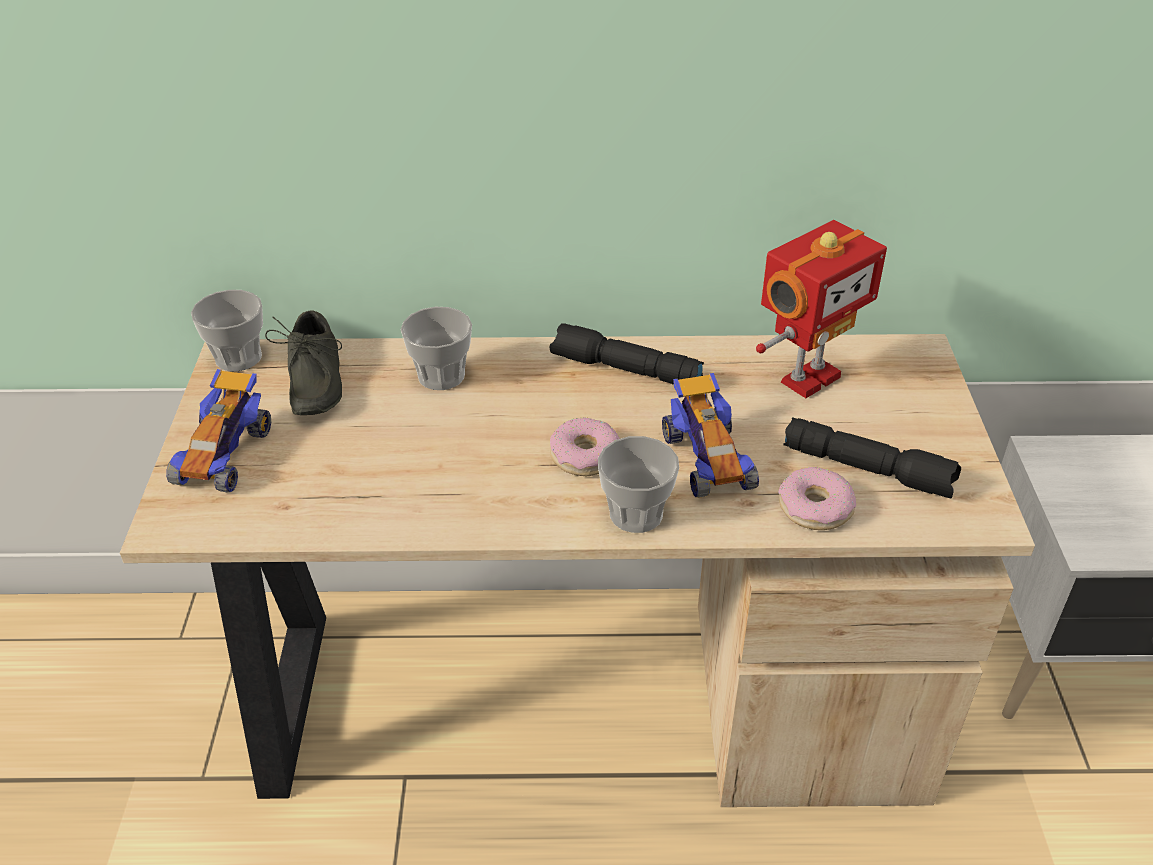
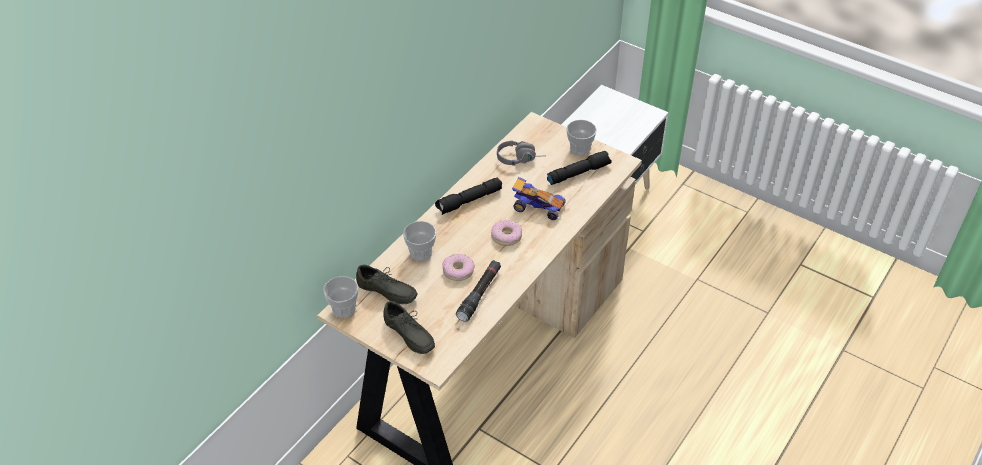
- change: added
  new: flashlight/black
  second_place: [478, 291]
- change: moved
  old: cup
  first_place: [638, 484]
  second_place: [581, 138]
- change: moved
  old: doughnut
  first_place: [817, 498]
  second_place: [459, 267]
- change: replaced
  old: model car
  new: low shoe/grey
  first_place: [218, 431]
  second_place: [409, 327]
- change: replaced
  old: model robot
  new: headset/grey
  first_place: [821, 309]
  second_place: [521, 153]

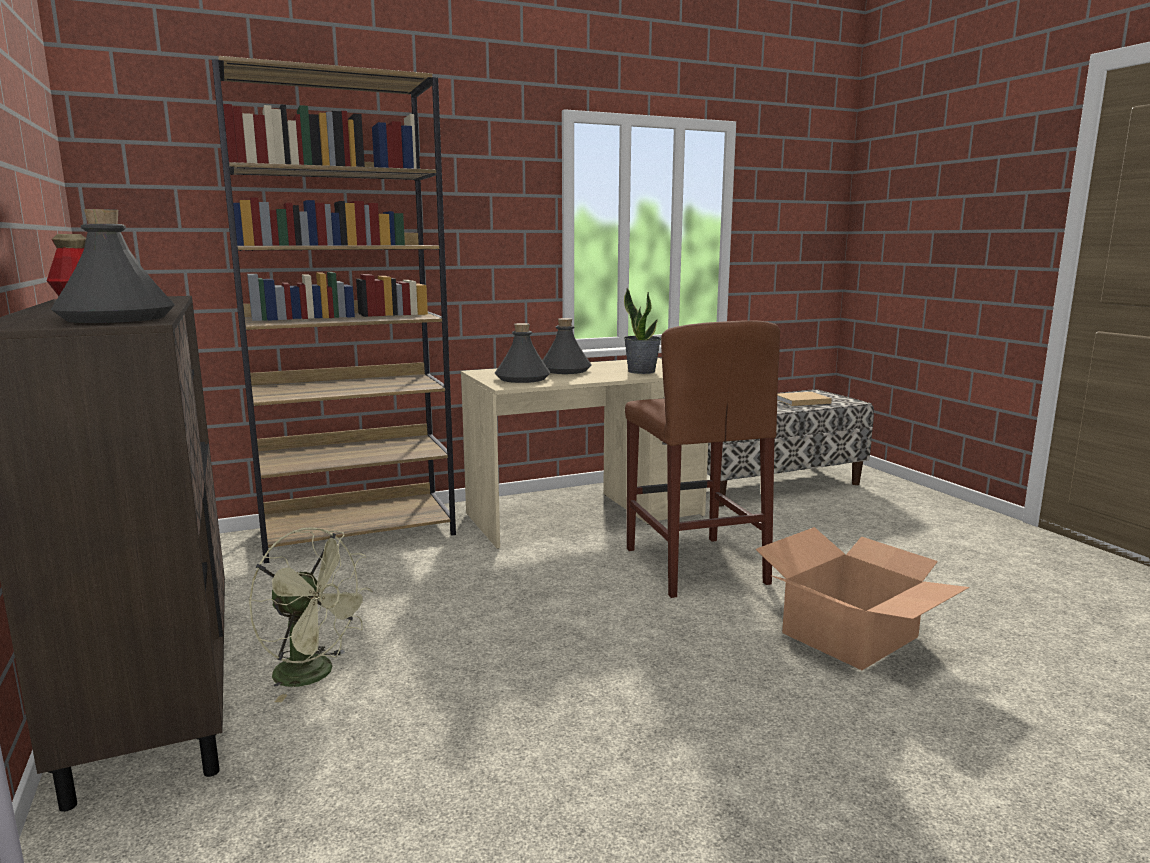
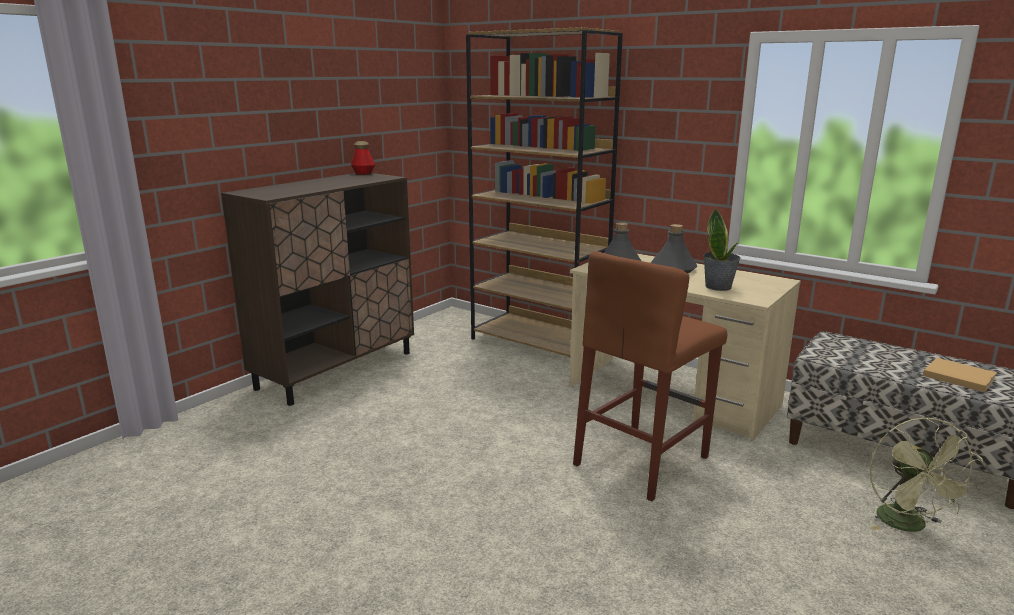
- change: removed
  old: drink bottle/grey
  first_place: [112, 266]
- change: removed
  old: carton
  first_place: [862, 598]
- change: moved
  old: cooling fan/green-coloured
  first_place: [311, 614]
  second_place: [926, 474]

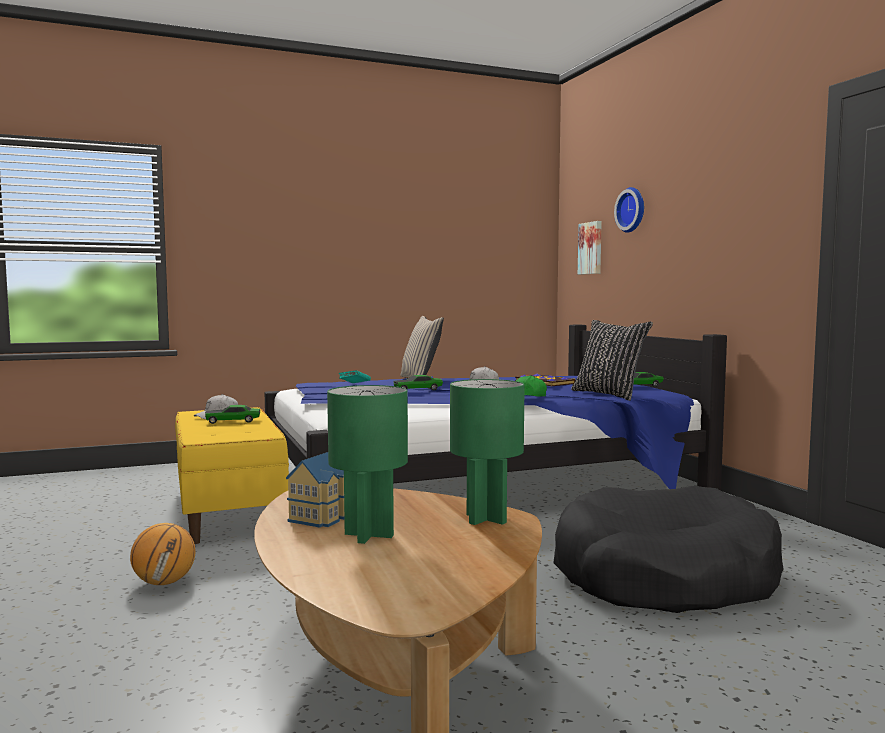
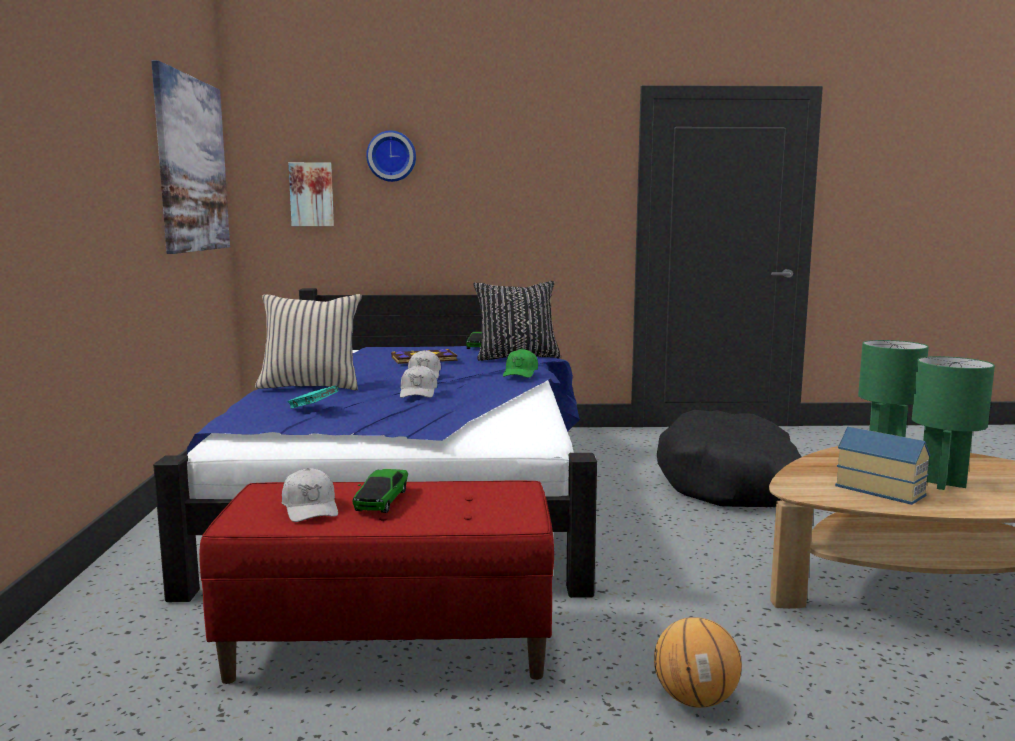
- change: added
  new: wall art
  second_place: [190, 157]
- change: replaced
  old: model car
  new: cap/white
  first_place: [418, 382]
  second_place: [418, 381]
- change: recoloured
  old: indoor bench/yellow-coloured
  new: indoor bench/reddish
  first_place: [232, 475]
  second_place: [376, 582]

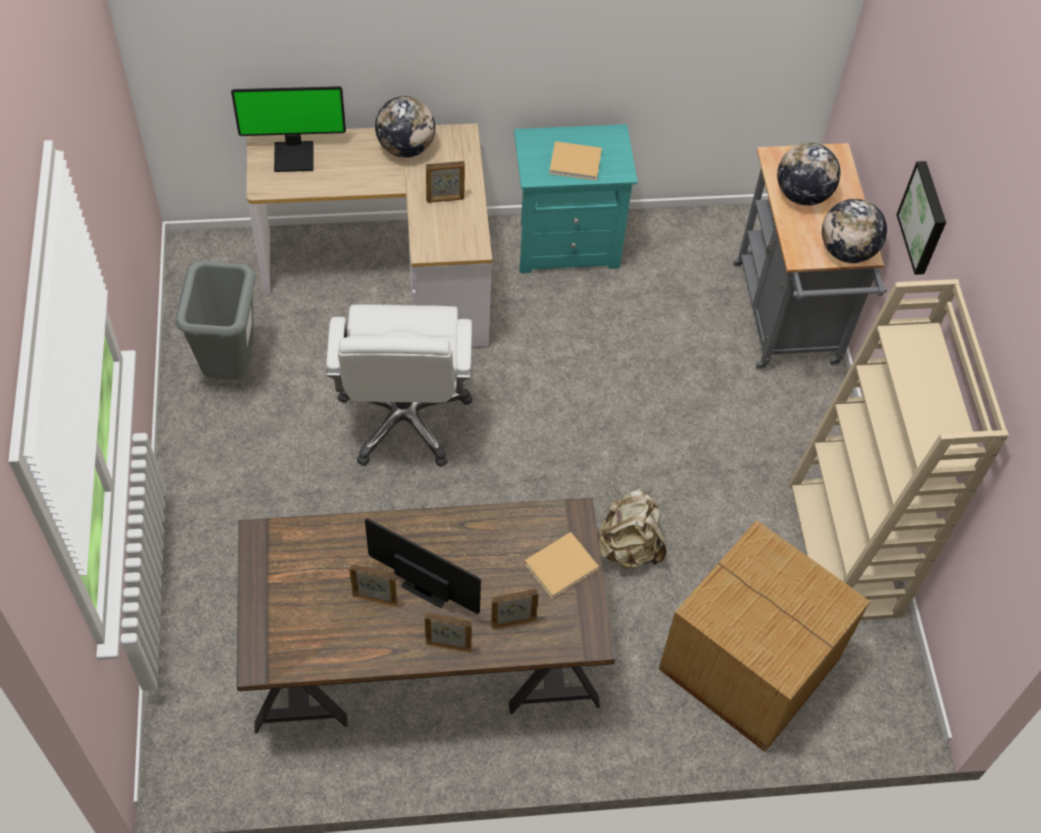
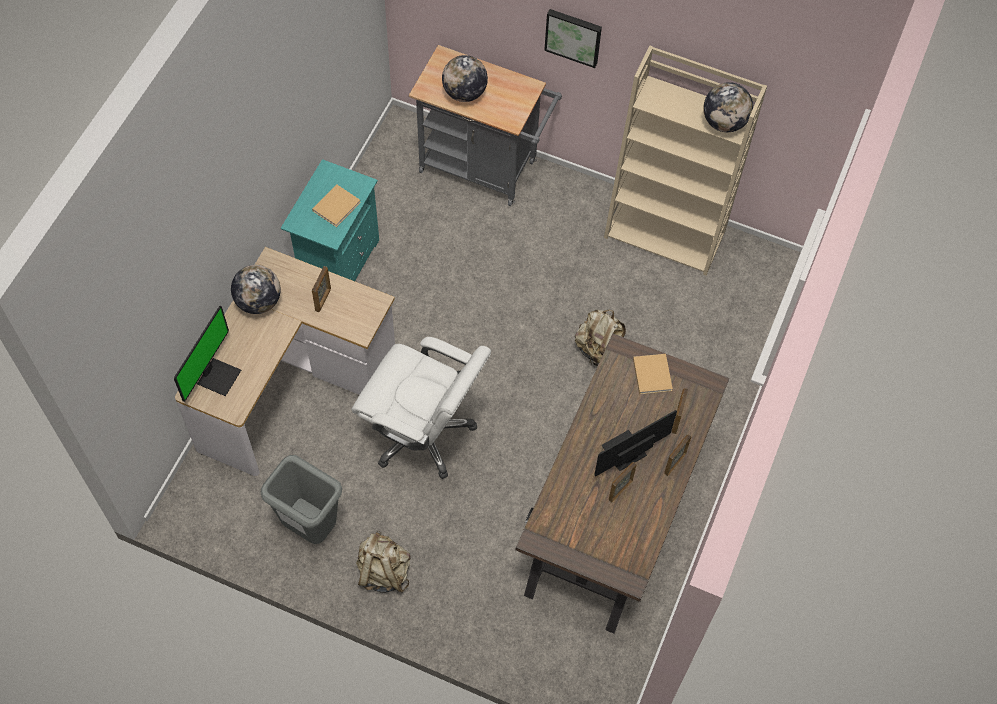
- change: removed
  old: carton
  first_place: [764, 636]
- change: added
  new: knapsack/beige-coloured
  second_place: [383, 562]
- change: moved
  old: globe
  first_place: [854, 231]
  second_place: [728, 107]

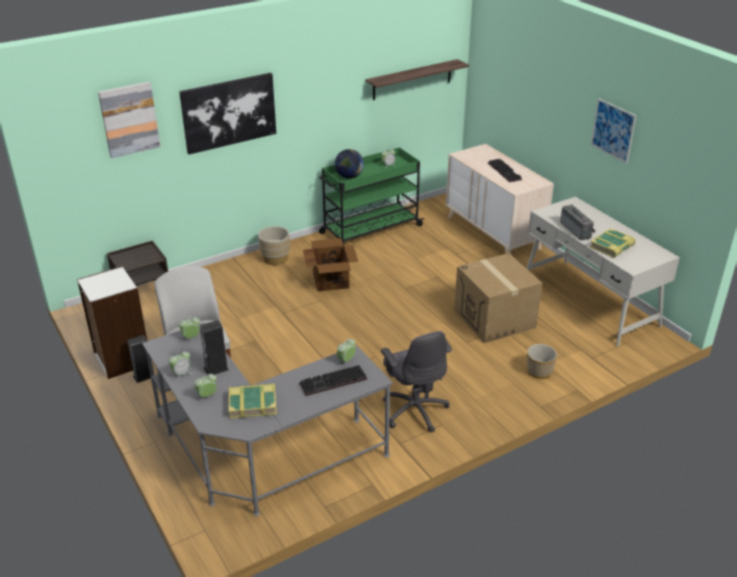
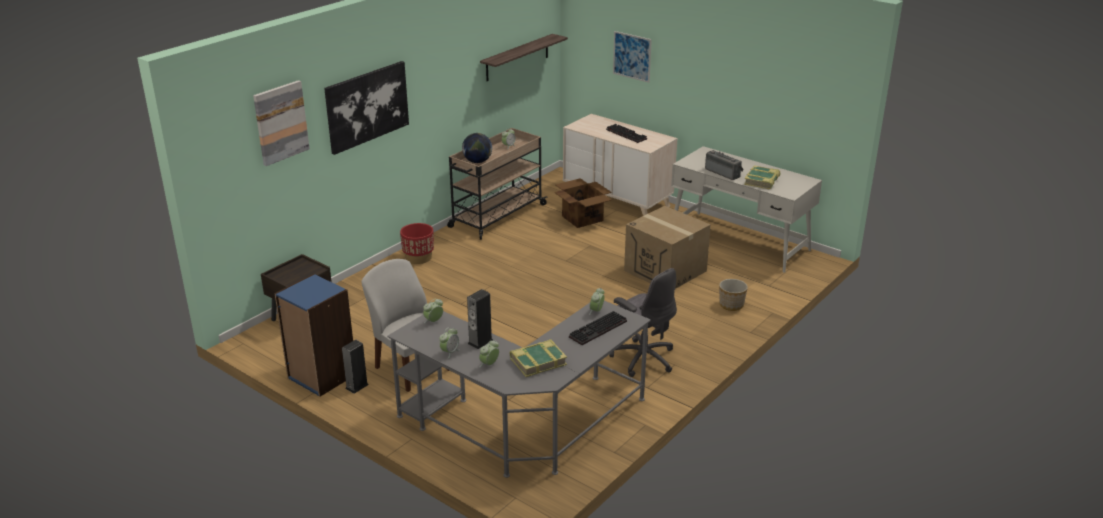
- change: moved
  old: carton
  first_place: [330, 264]
  second_place: [583, 203]
- change: moved
  old: wall art
  first_place: [614, 131]
  second_place: [632, 57]
- change: recoloured
  old: shelving unit/white
  new: shelving unit/blue
  first_place: [112, 322]
  second_place: [313, 335]
- change: recoloured
  old: plant pot/beige-coloured
  new: plant pot/reddish
  first_place: [274, 245]
  second_place: [417, 243]
- change: recoloured
  old: wheeled cart/green-coloured
  new: wheeled cart/beige-coloured
  first_place: [371, 196]
  second_place: [497, 184]

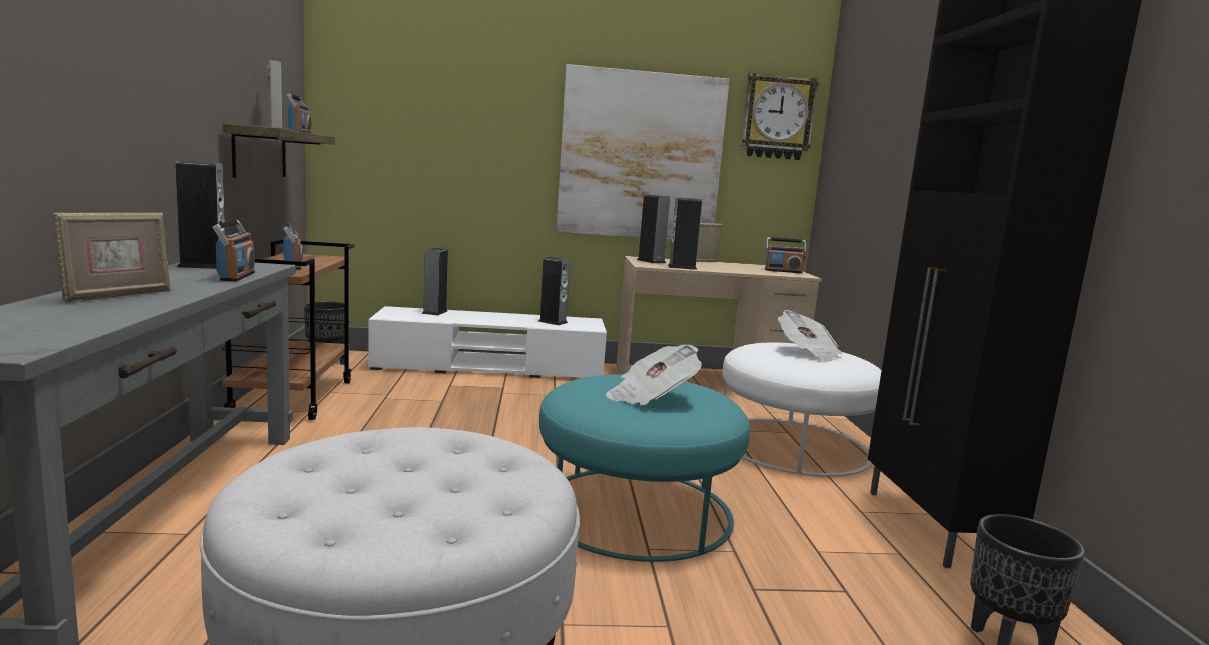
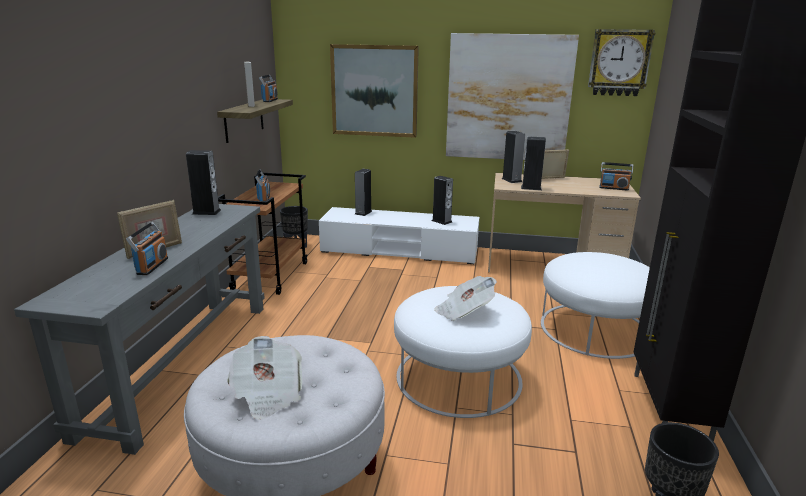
- change: added
  new: wall art
  second_place: [374, 91]
- change: moved
  old: radio receiver
  first_place: [233, 250]
  second_place: [147, 248]
- change: moved
  old: printed paper
  first_place: [810, 336]
  second_place: [264, 378]
- change: recoloured
  old: ottoman/blue-green
  new: ottoman/white
  first_place: [644, 468]
  second_place: [463, 352]

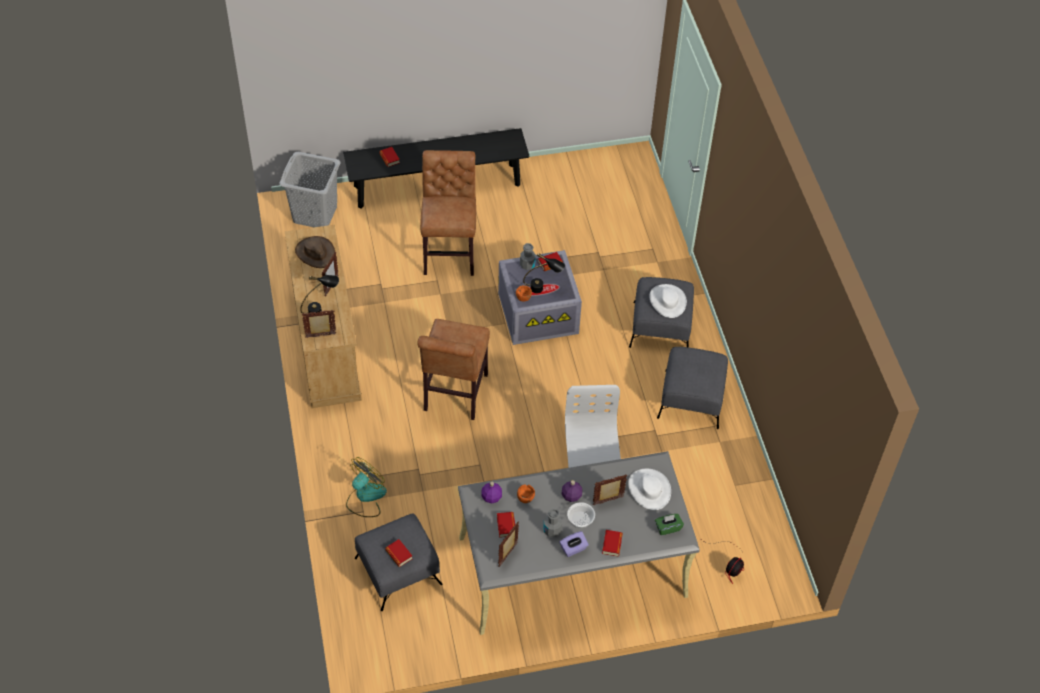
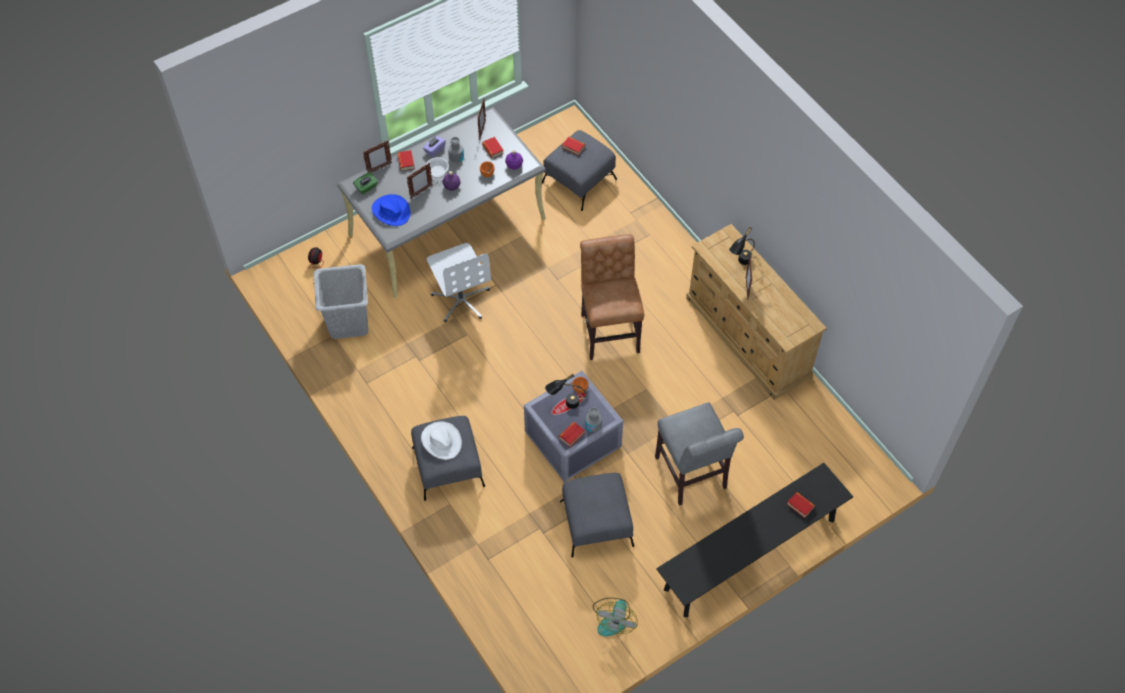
- change: removed
  old: hat/brownish
  first_place: [315, 252]
- change: moved
  old: washing basket/grey
  first_place: [310, 189]
  second_place: [341, 301]
- change: moved
  old: standing frame
  first_place: [319, 324]
  second_place: [377, 156]
- change: moved
  old: cooling fan
  first_place: [366, 487]
  second_place: [615, 617]
- change: moved
  old: ottoman/grey
  first_place: [692, 388]
  second_place: [597, 515]
- change: recoloured
  old: plain chair/brownish
  new: plain chair/grey
  first_place: [448, 213]
  second_place: [699, 454]
- change: recoloured
  old: hat/white
  new: hat/blue
  first_place: [649, 489]
  second_place: [391, 210]

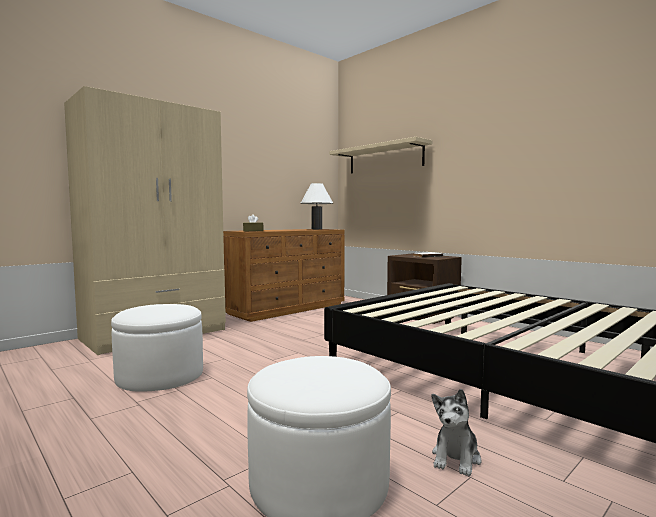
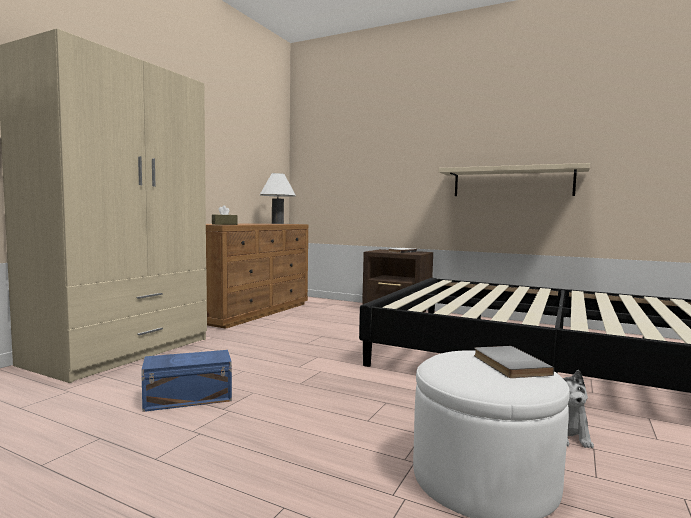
- change: added
  new: volume/grey
  second_place: [514, 362]
- change: moved
  old: shelf/beige-coloured
  first_place: [380, 155]
  second_place: [514, 179]
- change: replaced
  old: ottoman/white
  new: storage container/blue
  first_place: [157, 348]
  second_place: [186, 381]

